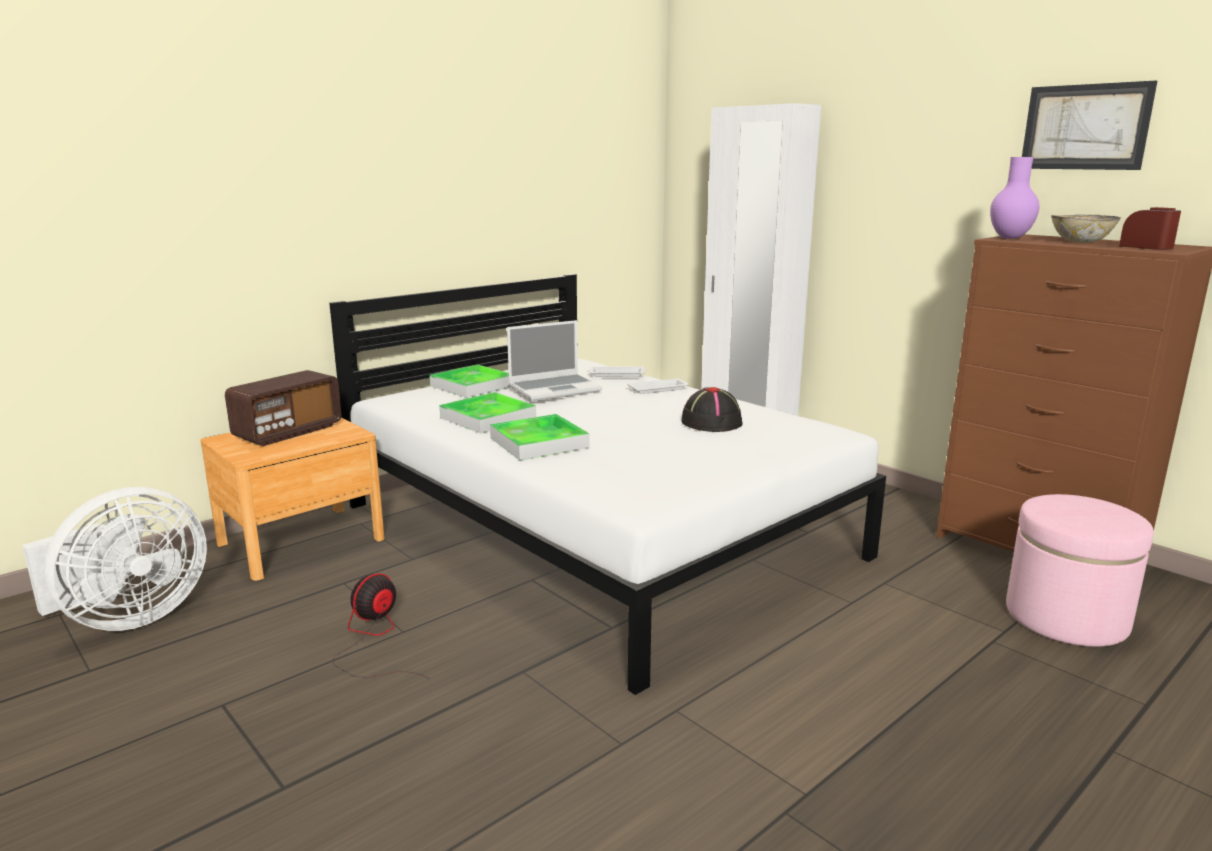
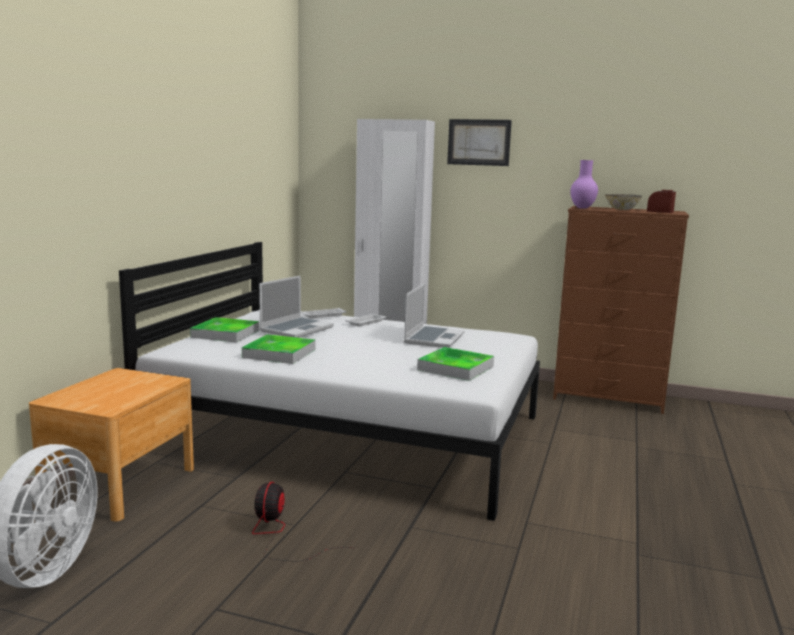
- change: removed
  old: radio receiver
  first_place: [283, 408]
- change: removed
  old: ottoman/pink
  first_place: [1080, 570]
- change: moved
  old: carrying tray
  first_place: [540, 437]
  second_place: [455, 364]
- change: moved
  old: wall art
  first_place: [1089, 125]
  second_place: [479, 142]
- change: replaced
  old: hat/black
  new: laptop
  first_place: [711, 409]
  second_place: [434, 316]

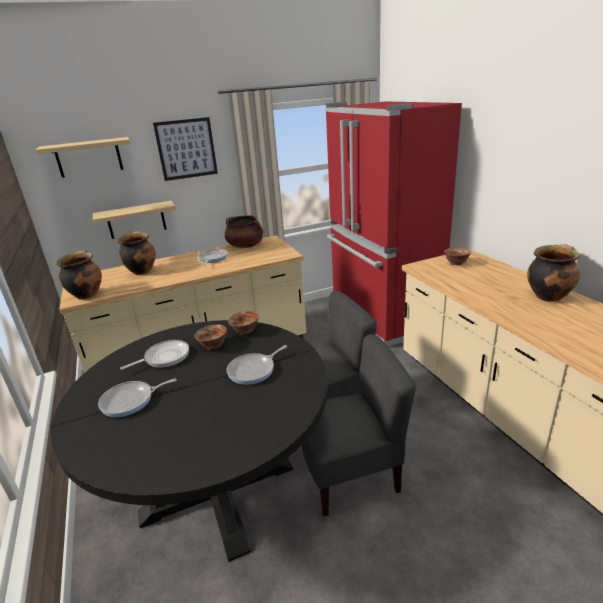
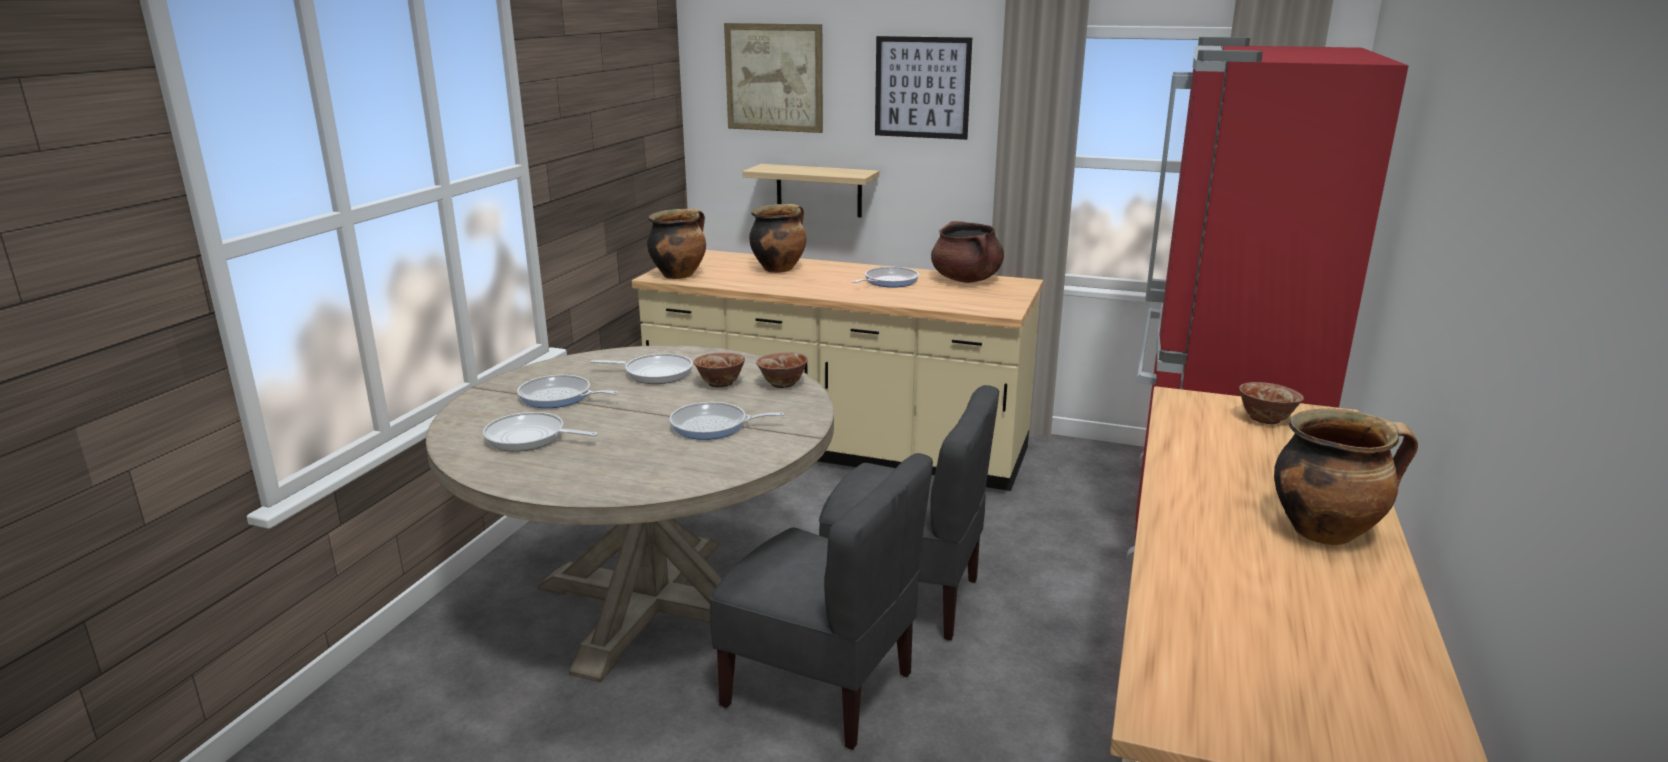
- change: added
  new: frying pan
  second_place: [540, 432]
- change: replaced
  old: shelf
  new: wall art
  first_place: [83, 157]
  second_place: [773, 78]
- change: recoloured
  old: dinner table/black
  new: dinner table/beige-coloured
  first_place: [189, 441]
  second_place: [630, 513]

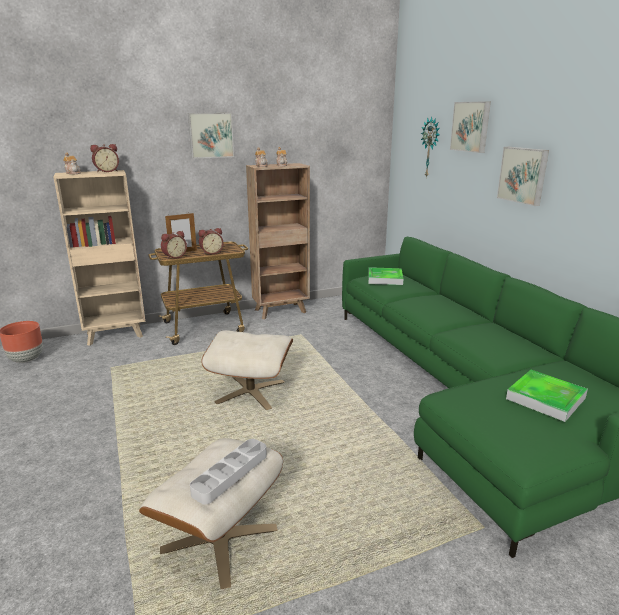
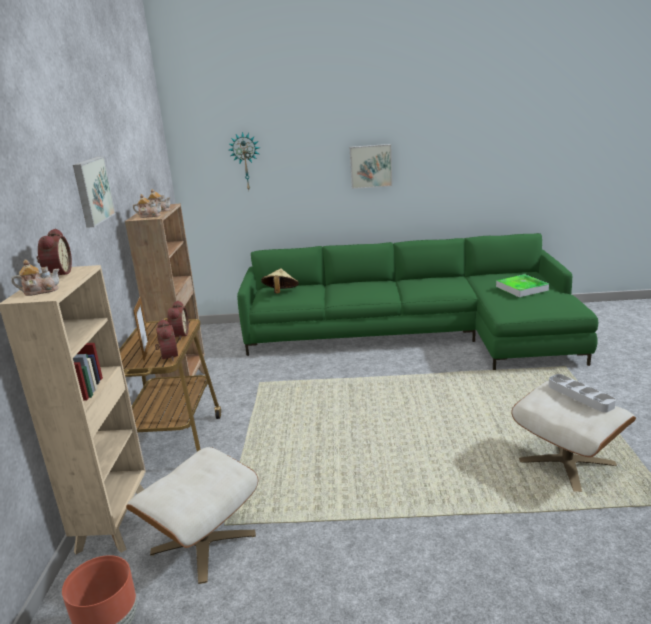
- change: removed
  old: wall art
  first_place: [470, 127]
- change: moved
  old: ottoman/beige-coloured
  first_place: [247, 370]
  second_place: [192, 515]
- change: replaced
  old: carrying tray
  new: hat/beige-coloured
  first_place: [385, 276]
  second_place: [280, 281]

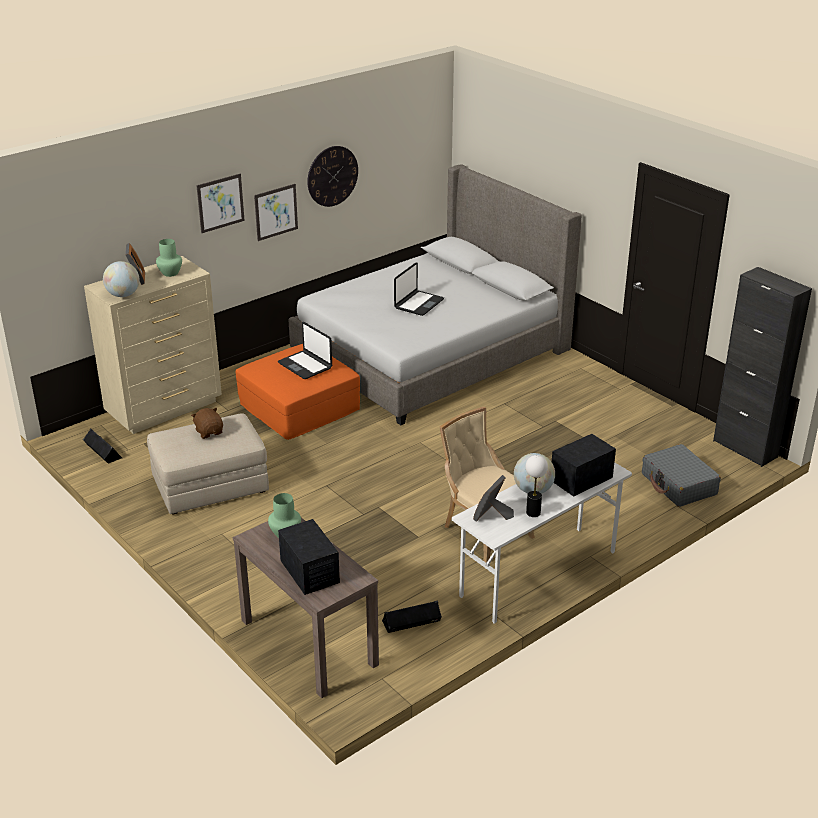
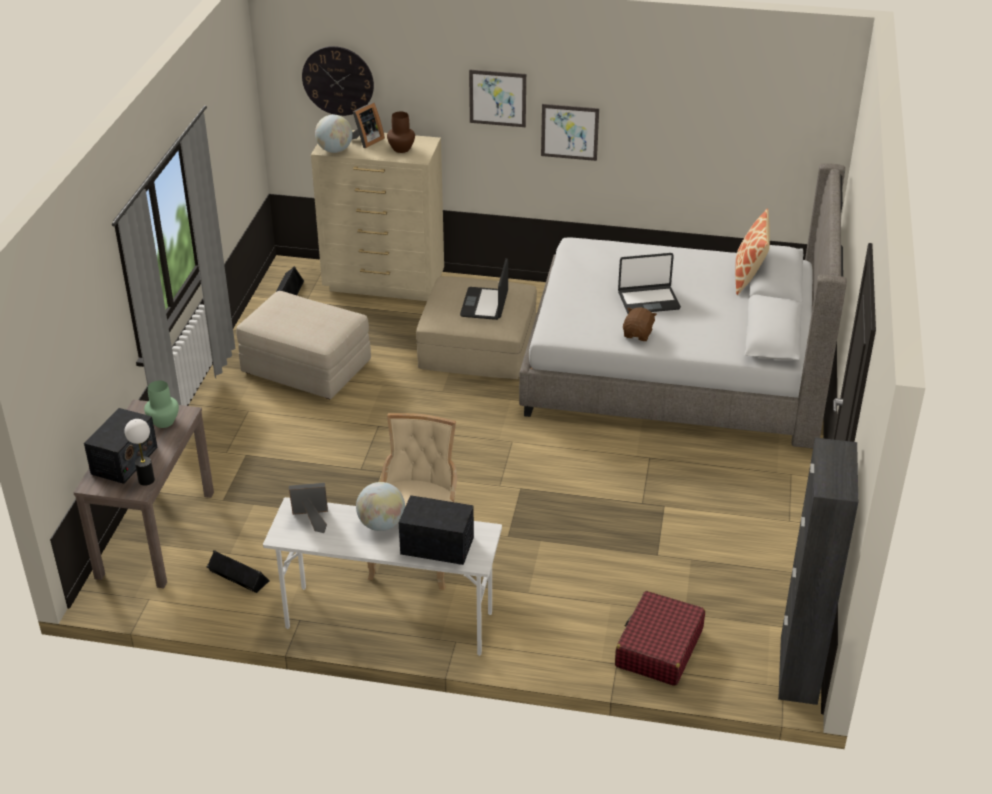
- change: added
  new: pillow
  second_place: [752, 251]
- change: moved
  old: plush toy/brownish
  first_place: [207, 423]
  second_place: [640, 324]
- change: moved
  old: wall clock
  first_place: [332, 176]
  second_place: [338, 81]
- change: moved
  old: table lamp
  first_place: [537, 486]
  second_place: [140, 452]
- change: recoloured
  old: decorative vase/green-coloured
  new: decorative vase/brownish
  first_place: [169, 258]
  second_place: [401, 132]
- change: recoloured
  old: ottoman/orange-coloured
  new: ottoman/beige-coloured
  first_place: [298, 392]
  second_place: [476, 327]
- change: recoloured
  old: travel case/grey
  new: travel case/reddish
  first_place: [681, 475]
  second_place: [660, 638]

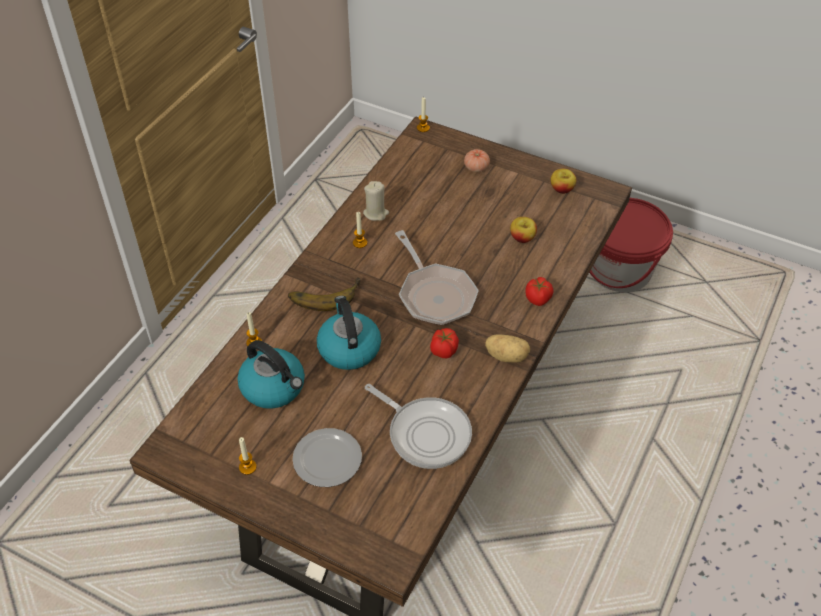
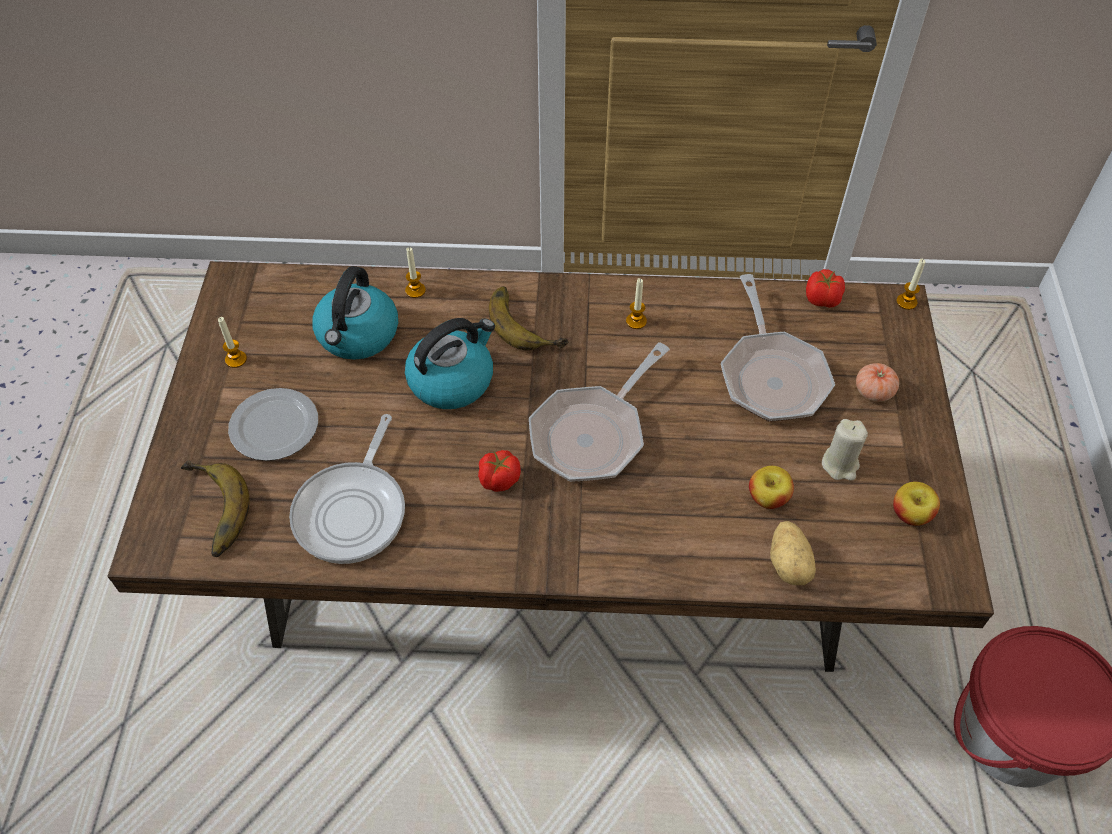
- change: added
  new: banana
  second_place: [215, 508]
- change: added
  new: frying pan
  second_place: [778, 347]
- change: moved
  old: wax light/beige-coloured
  first_place: [376, 201]
  second_place: [845, 450]
- change: moved
  old: whole potato
  first_place: [507, 348]
  second_place: [793, 553]
- change: moved
  old: whole tomato
  first_place: [539, 291]
  second_place: [825, 288]

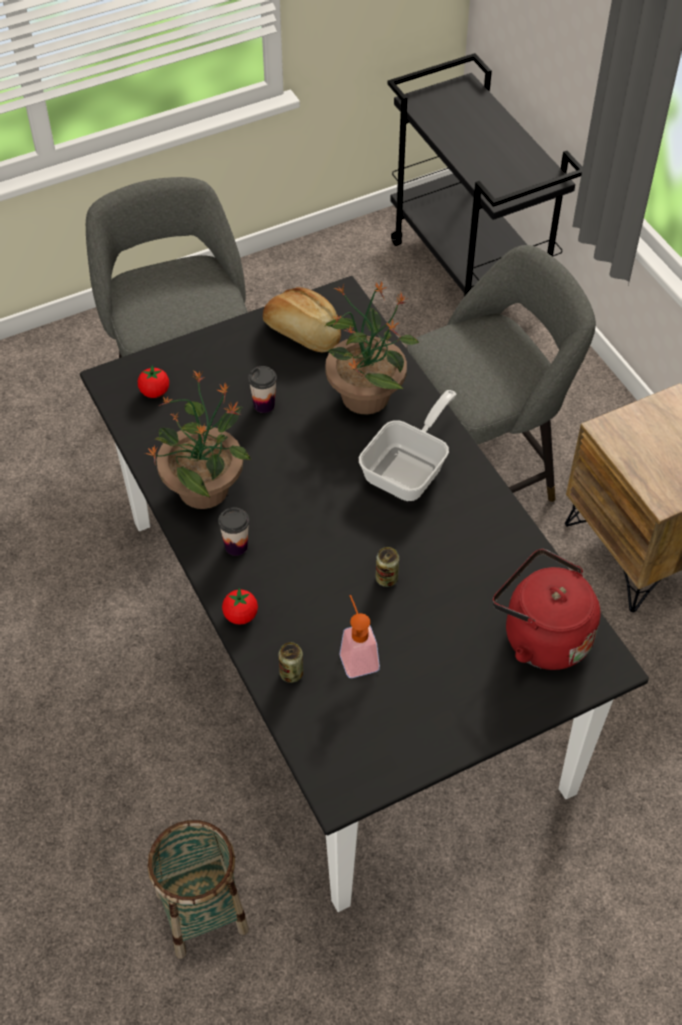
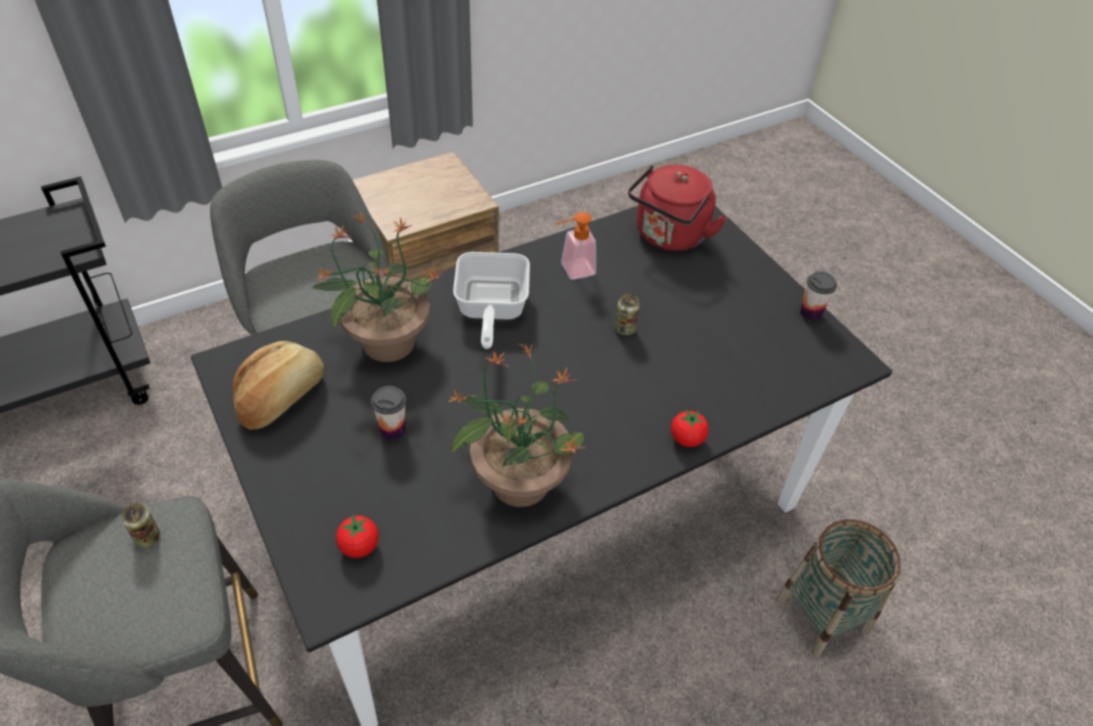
- change: moved
  old: cup
  first_place: [233, 531]
  second_place: [818, 296]
- change: moved
  old: metal can
  first_place: [290, 662]
  second_place: [141, 525]
- change: moved
  old: soap bottle
  first_place: [359, 636]
  second_place: [575, 246]
- change: turned
  old: frying pan
  first_place: [408, 445]
  second_place: [491, 300]
  degrees: -120

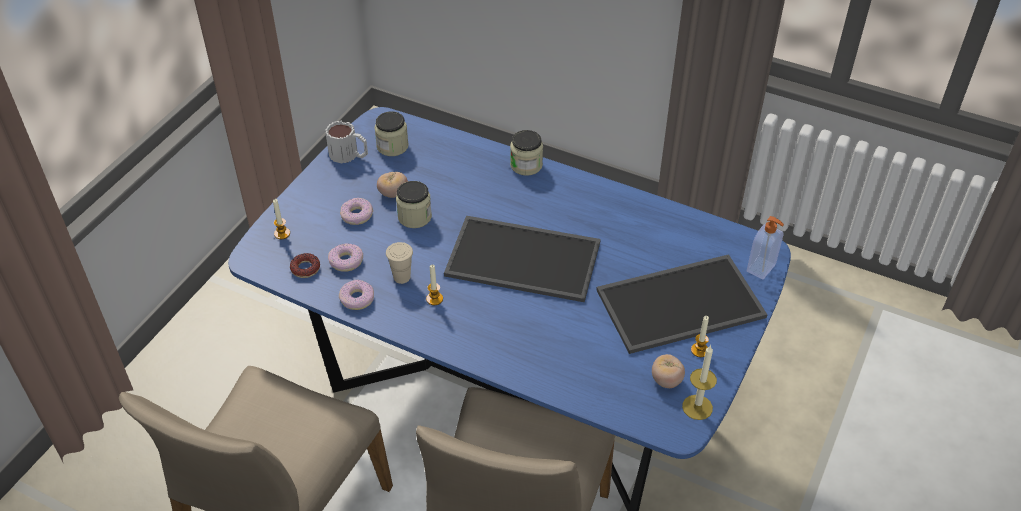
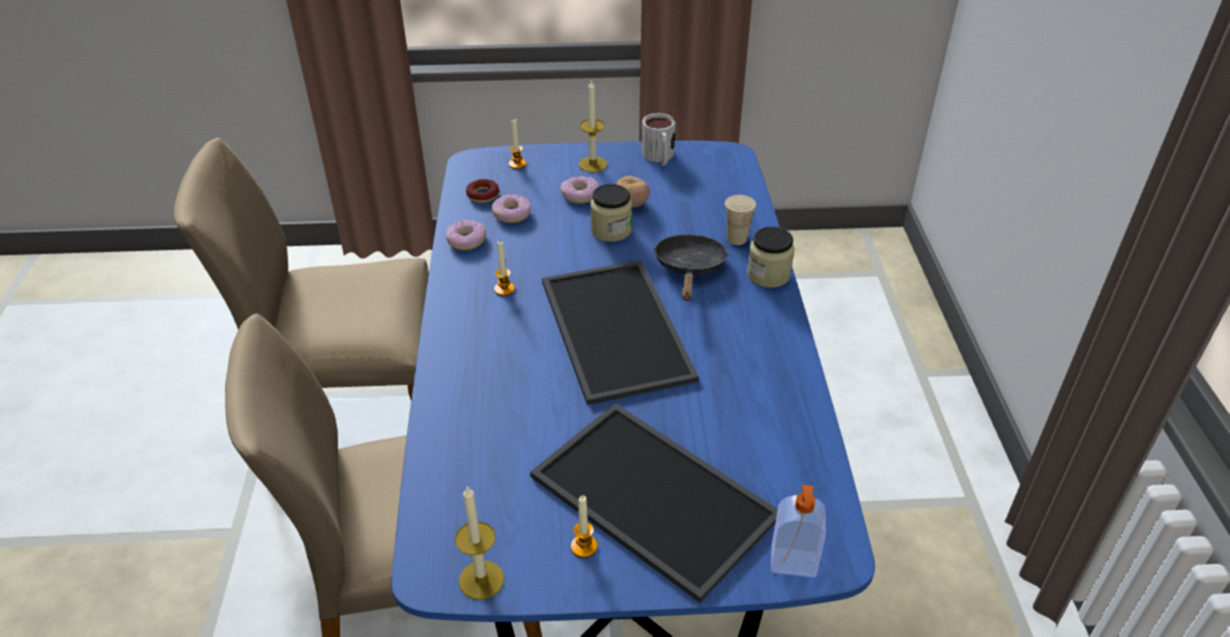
- change: removed
  old: preserve jar
  first_place: [392, 133]
- change: removed
  old: whole tomato
  first_place: [668, 371]
- change: added
  new: wax light
  second_place: [593, 125]
- change: added
  new: frying pan/black
  second_place: [691, 267]
- change: moved
  old: cup/beige-coloured
  first_place: [399, 263]
  second_place: [740, 220]

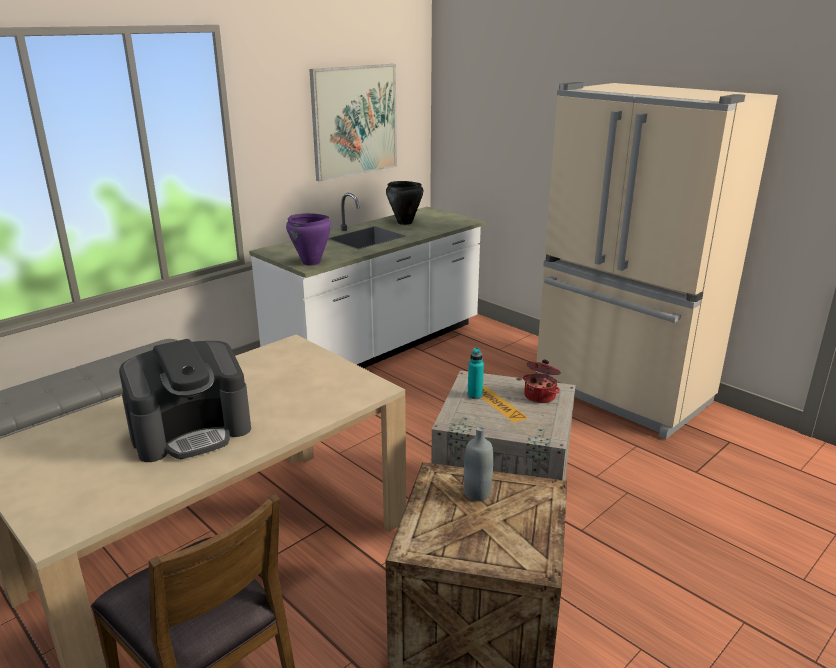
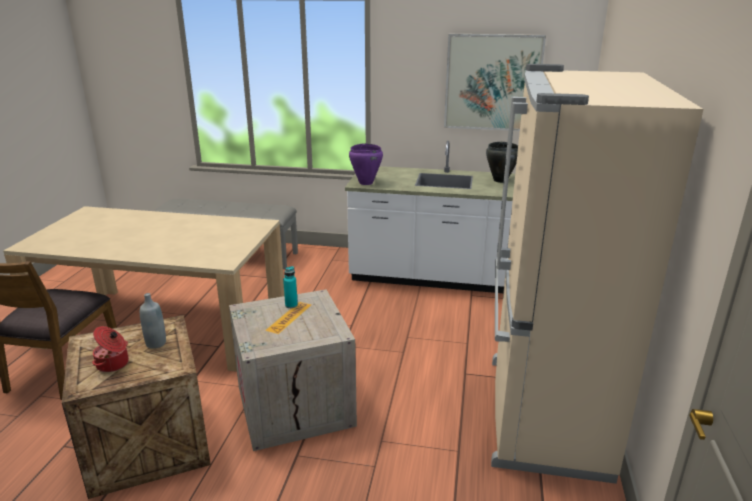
- change: removed
  old: coffee brewer
  first_place: [185, 400]
- change: moved
  old: cooking pot
  first_place: [542, 381]
  second_place: [110, 349]

